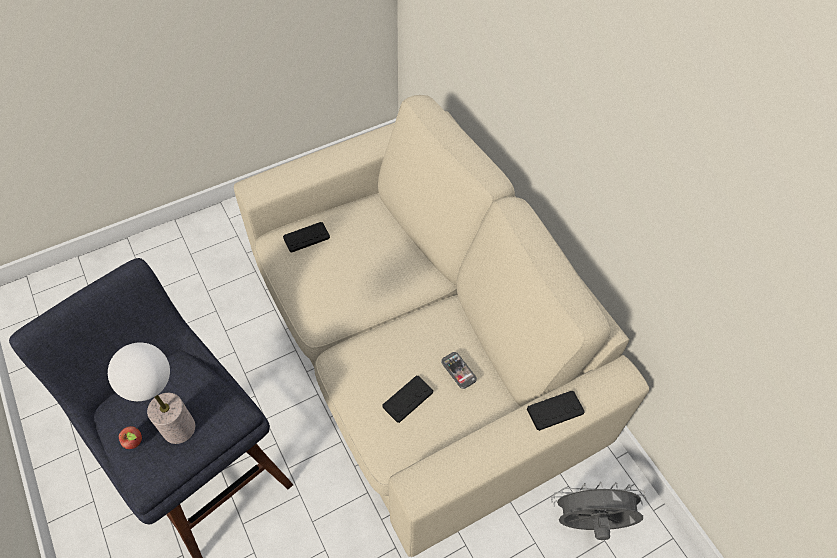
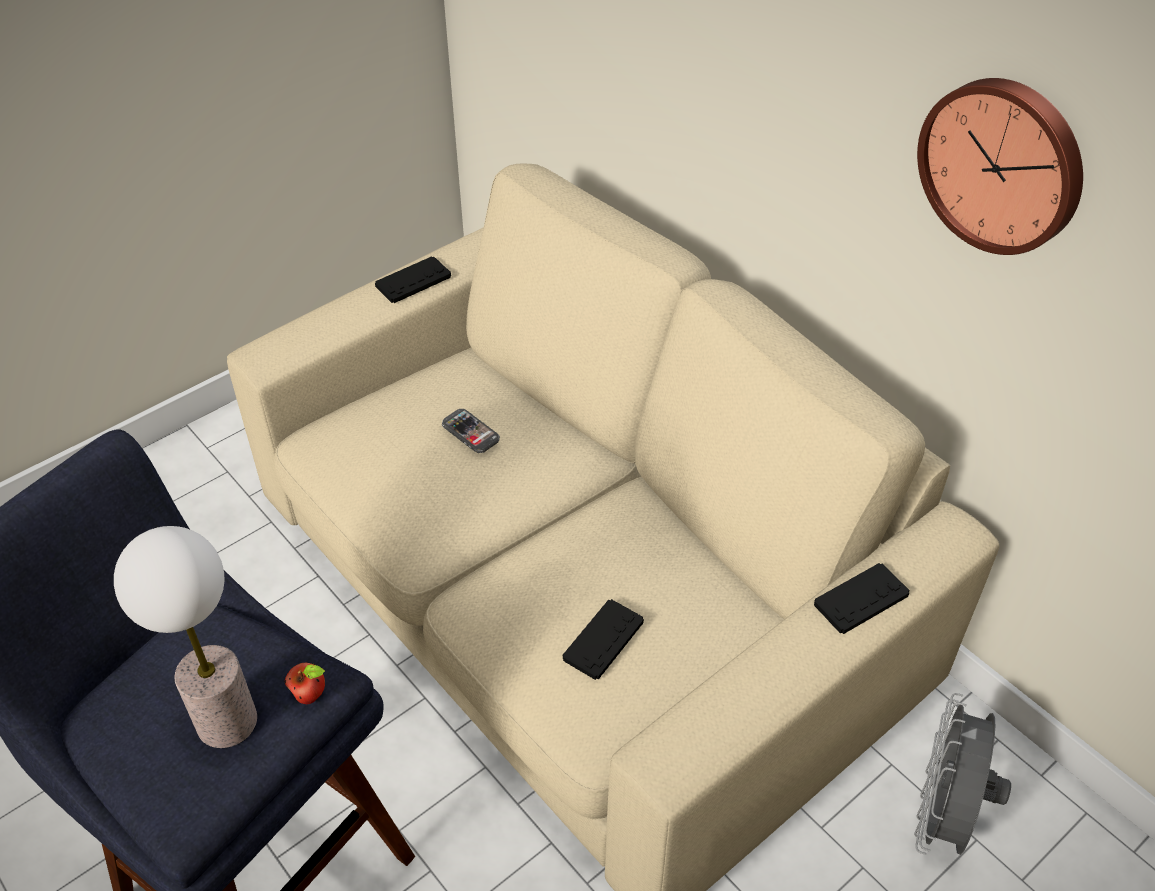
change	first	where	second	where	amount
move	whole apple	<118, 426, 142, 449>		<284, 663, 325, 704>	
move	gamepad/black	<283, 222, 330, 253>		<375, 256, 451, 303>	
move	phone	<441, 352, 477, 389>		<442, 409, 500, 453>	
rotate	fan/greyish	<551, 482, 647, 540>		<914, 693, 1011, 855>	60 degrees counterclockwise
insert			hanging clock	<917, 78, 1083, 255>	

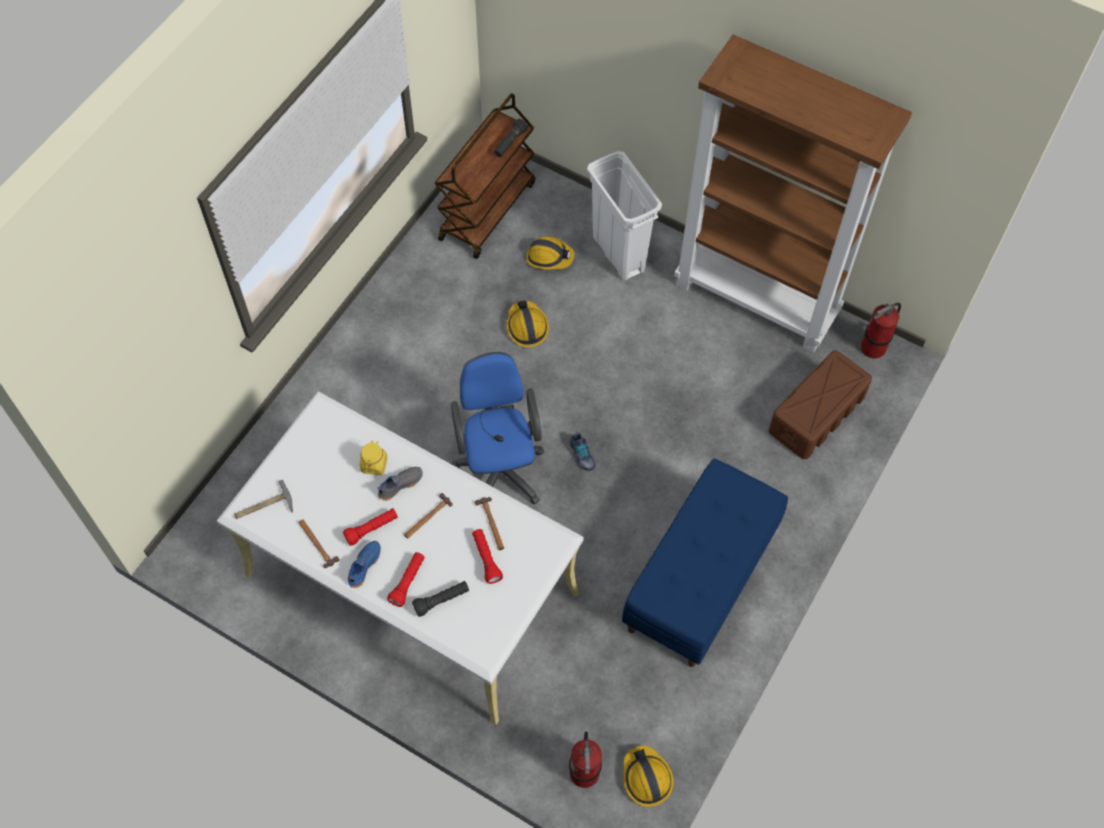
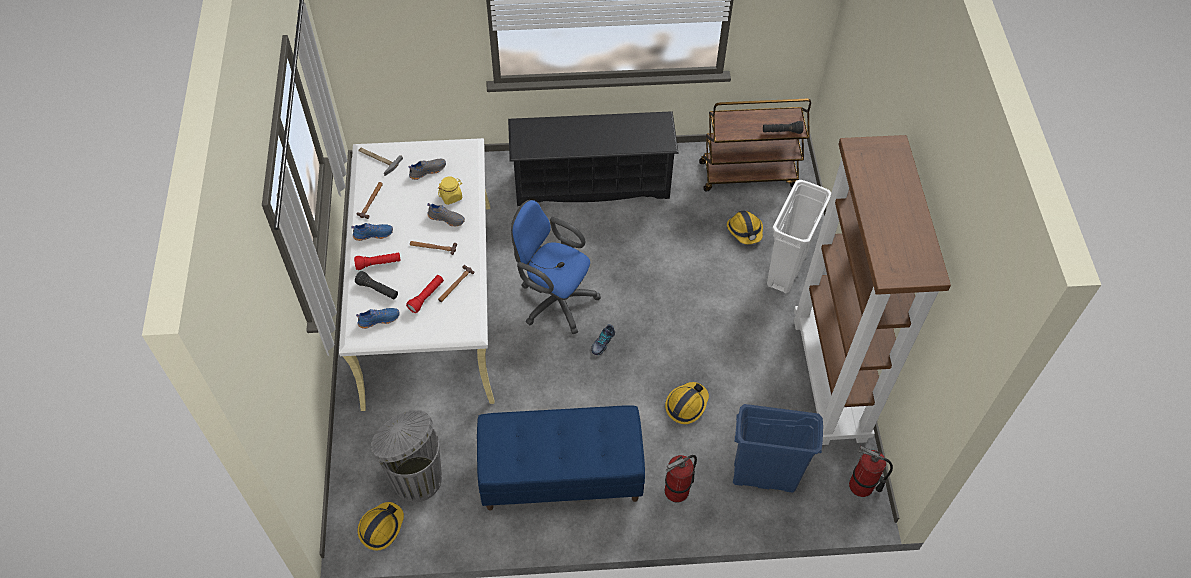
change	first	where	second	where	amount
delete	hand torch/red-coloured	<343, 508, 398, 546>			
rotate	office chair/blue	<451, 352, 544, 504>		<511, 200, 601, 334>	105 degrees counterclockwise
move	work helmet	<506, 300, 549, 347>		<665, 382, 709, 424>	
move	fire extinguisher	<569, 731, 602, 788>		<665, 455, 697, 502>	
replace	storage bin/brown	<769, 351, 872, 459>	rubbish bin/blue	<733, 404, 823, 493>	
insert			item of footwear/blue	<356, 308, 399, 329>	
insert			rubbish bin/greyish	<371, 410, 442, 502>	
insert			item of footwear/greyish	<408, 159, 446, 180>	
insert			shoe rack/black	<508, 111, 679, 206>	

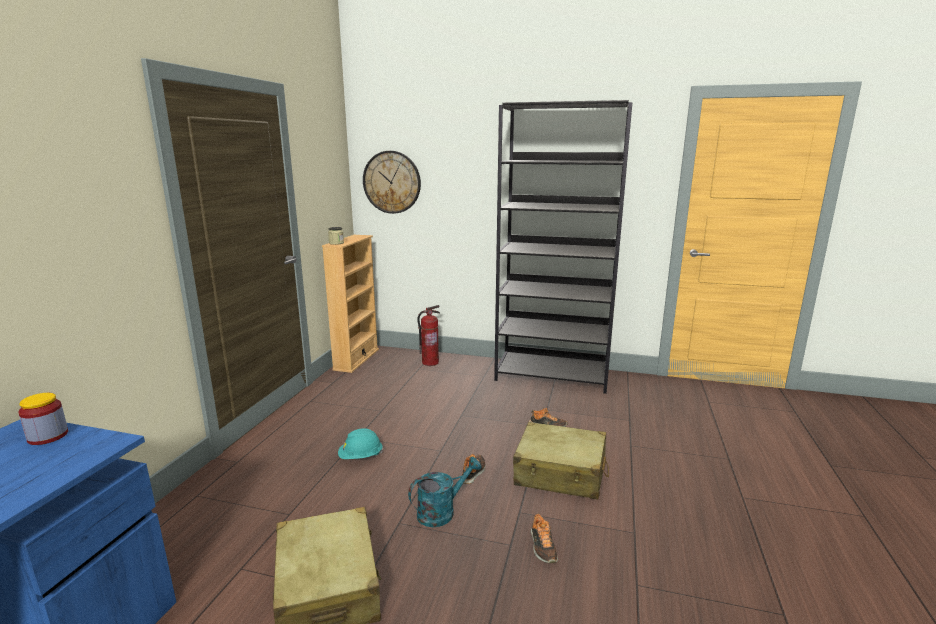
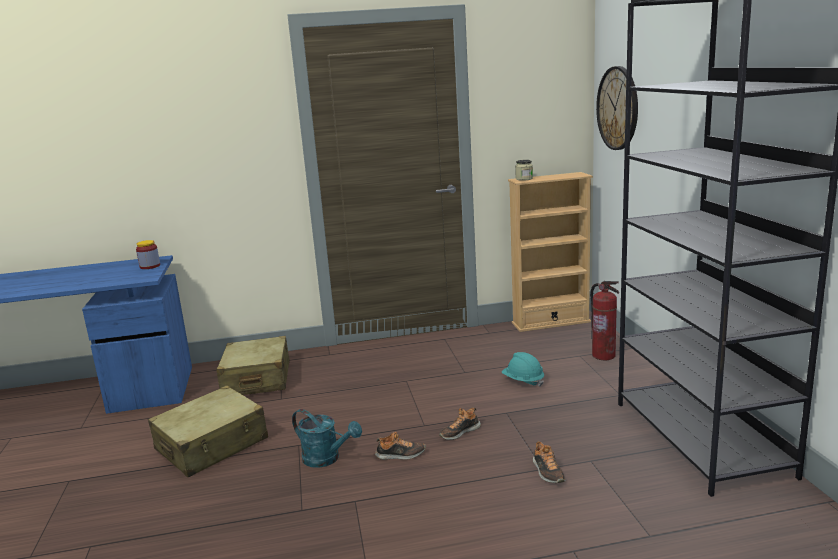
change	first	where	second	where	amount
move	work helmet/blue-green	<338, 428, 383, 459>		<502, 352, 544, 386>	
move	travel case/sand-coloured	<513, 422, 609, 500>		<216, 336, 290, 395>	
move	item of footwear	<531, 513, 558, 563>		<439, 408, 481, 440>	

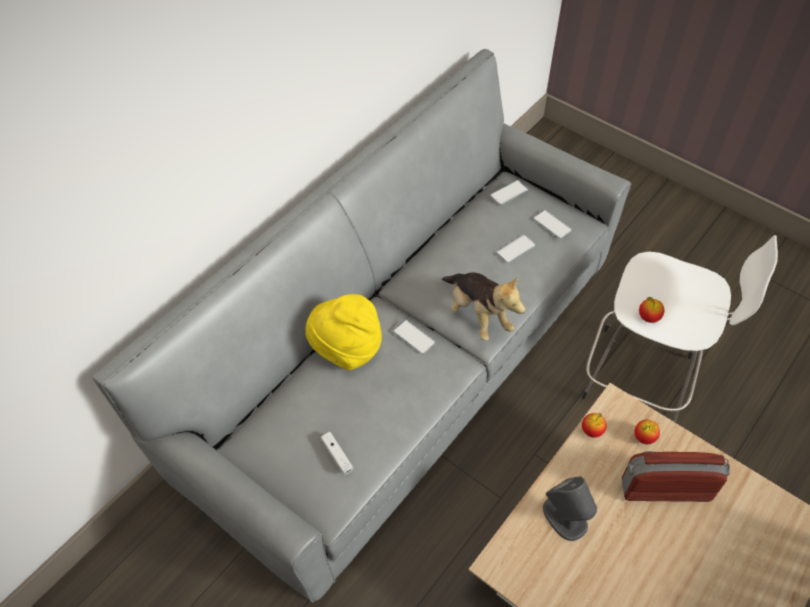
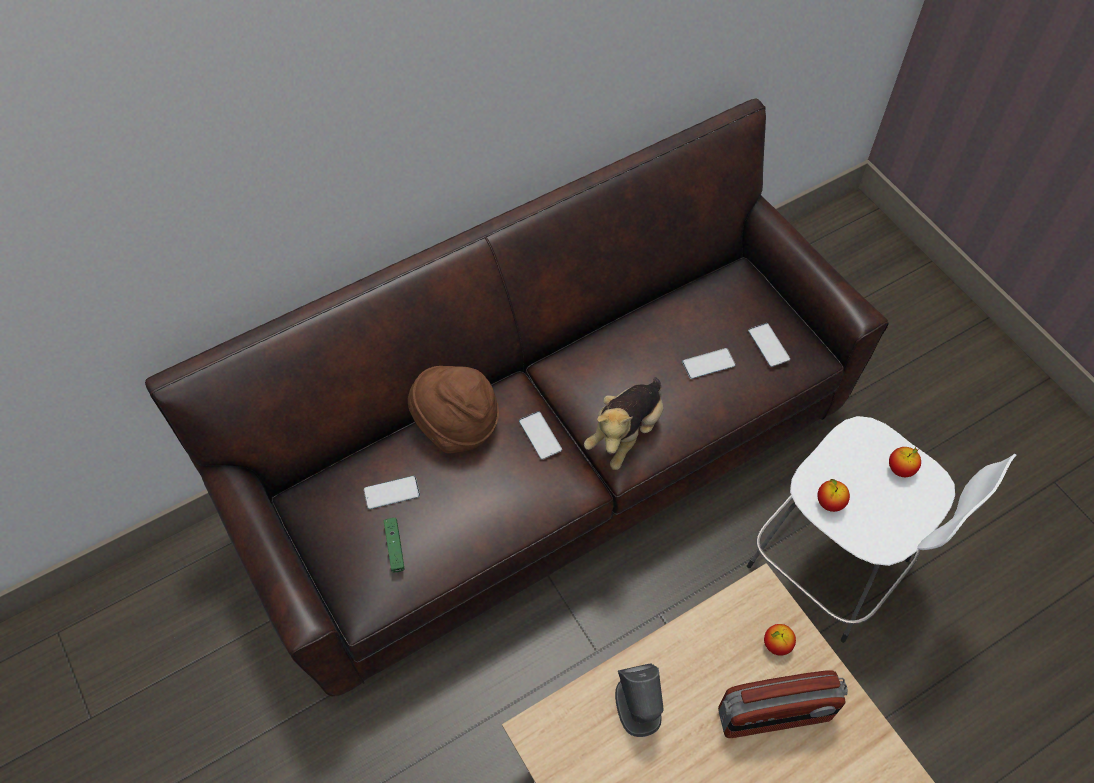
change	first	where	second	where	amount
recolor	settee/greyish	<93, 49, 631, 603>	settee/brown	<145, 98, 889, 696>	
recolor	wearable hat/yellowish	<305, 294, 382, 370>	wearable hat/brown	<408, 366, 499, 454>	
recolor	gamepad/whitish	<321, 432, 353, 475>	gamepad/greenish	<384, 518, 405, 572>	
rotate	plush toy	<442, 272, 525, 341>		<584, 378, 663, 470>	45 degrees clockwise
move	phone	<491, 180, 529, 205>		<364, 476, 420, 509>	
move	whole apple	<582, 413, 607, 438>		<889, 447, 921, 477>	
rotate	radio	<622, 451, 730, 502>		<718, 671, 848, 738>	150 degrees clockwise

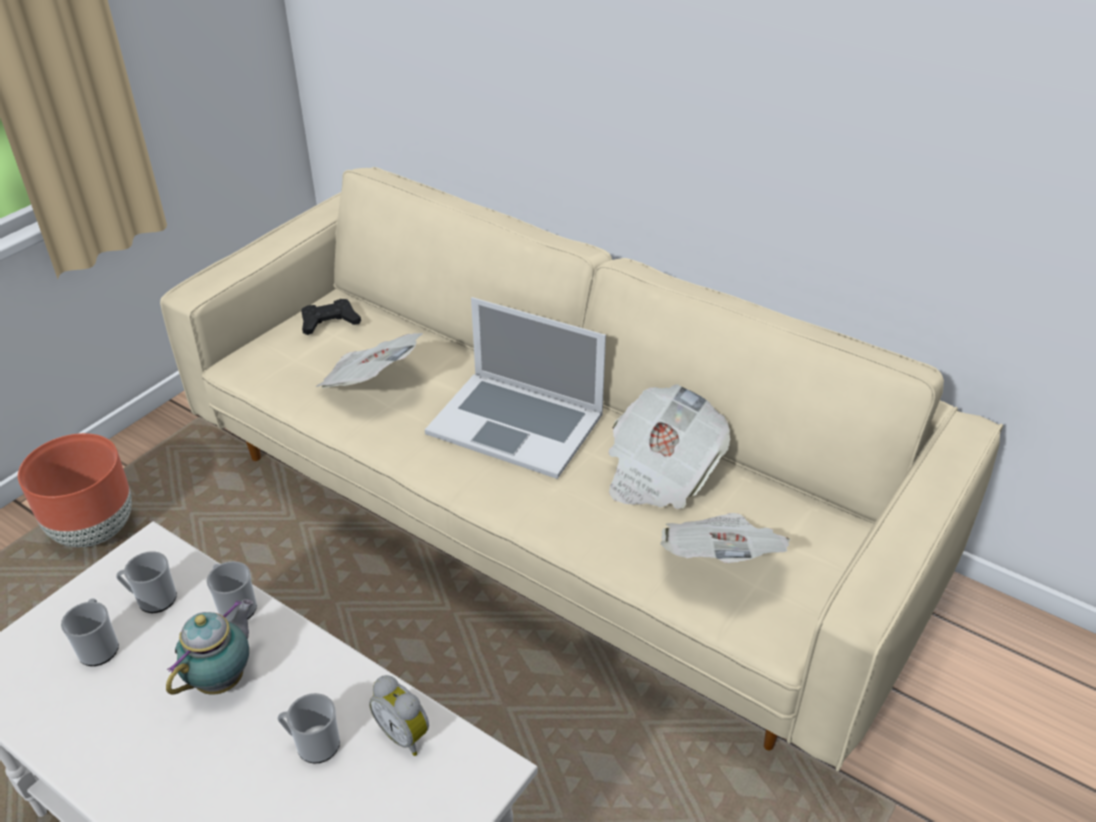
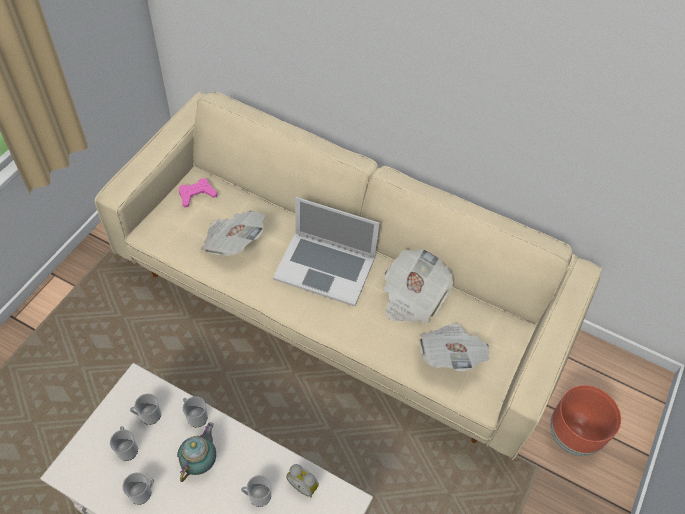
change	first	where	second	where	amount
move	plant pot/brown	<18, 433, 132, 547>		<550, 385, 621, 456>	
recolor	gamepad/black	<301, 299, 361, 335>	gamepad/pink-coloured	<179, 178, 217, 208>	
insert			mug	<122, 473, 154, 505>	

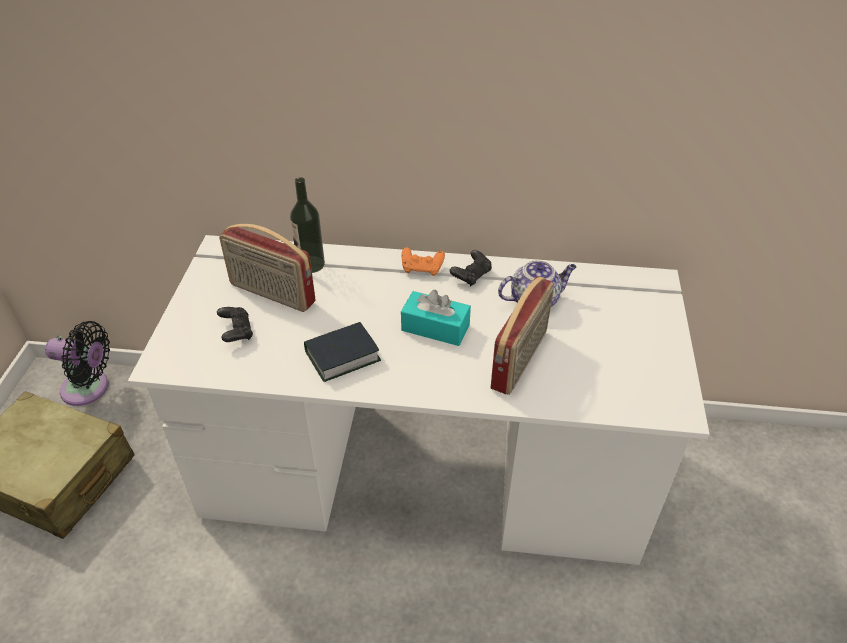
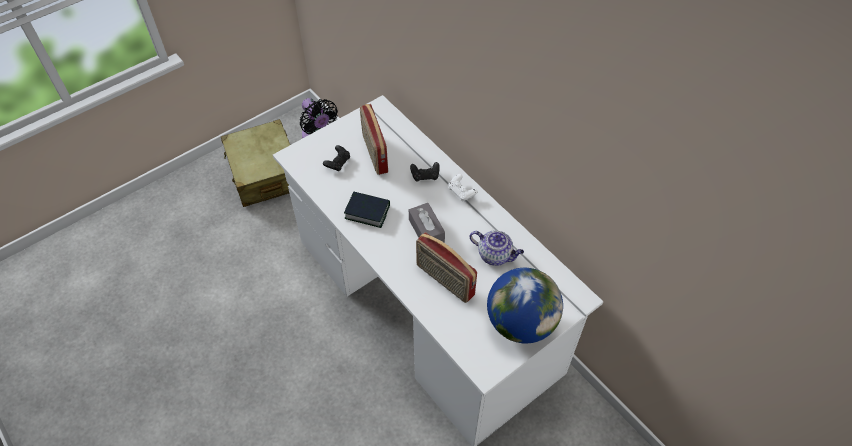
change	first	where	second	where	amount
delete	beverage bottle	<290, 177, 325, 273>			
recolor	gamepad/orangey	<401, 247, 445, 276>	gamepad/whitish	<448, 174, 478, 201>	
recolor	tissue holder/blue-green	<401, 290, 471, 346>	tissue holder/greyish	<409, 203, 445, 242>	
move	gamepad/black	<450, 250, 492, 286>		<410, 162, 440, 181>	
rotate	radio	<491, 276, 554, 395>		<416, 232, 477, 303>	60 degrees clockwise
insert			globe	<487, 268, 563, 344>	

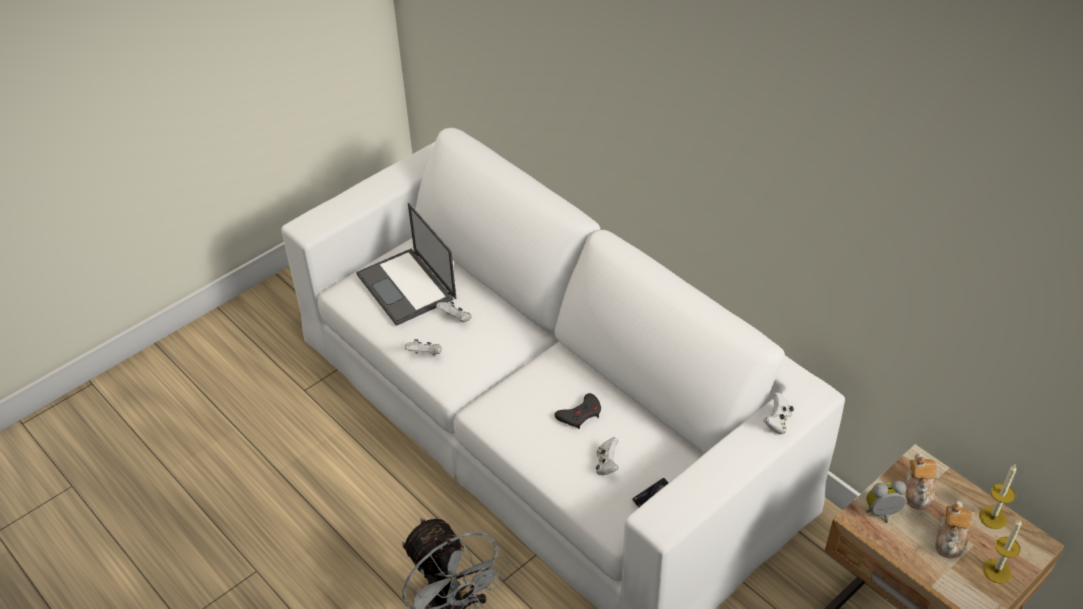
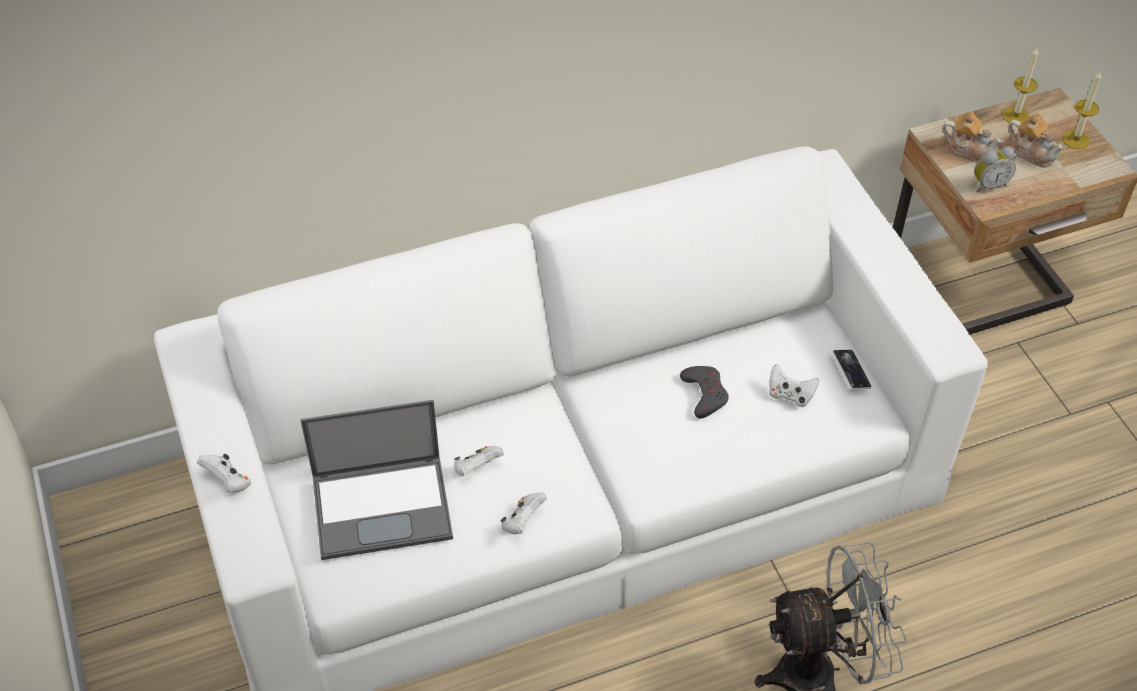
change	first	where	second	where	amount
move	gamepad/whitish	<764, 392, 794, 434>		<197, 454, 251, 493>	
rotate	table clock	<866, 480, 907, 523>		<974, 146, 1016, 193>	120 degrees counterclockwise

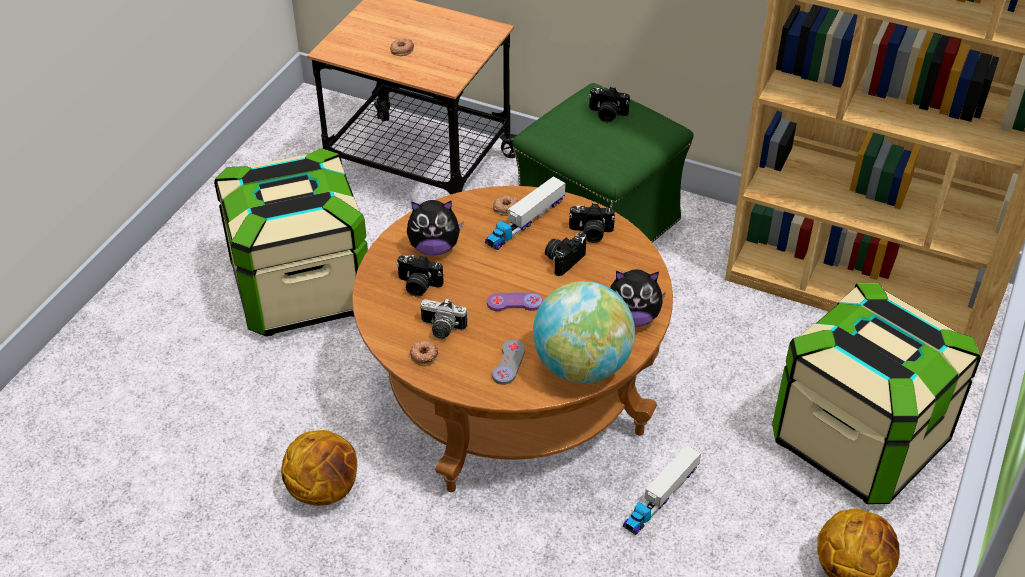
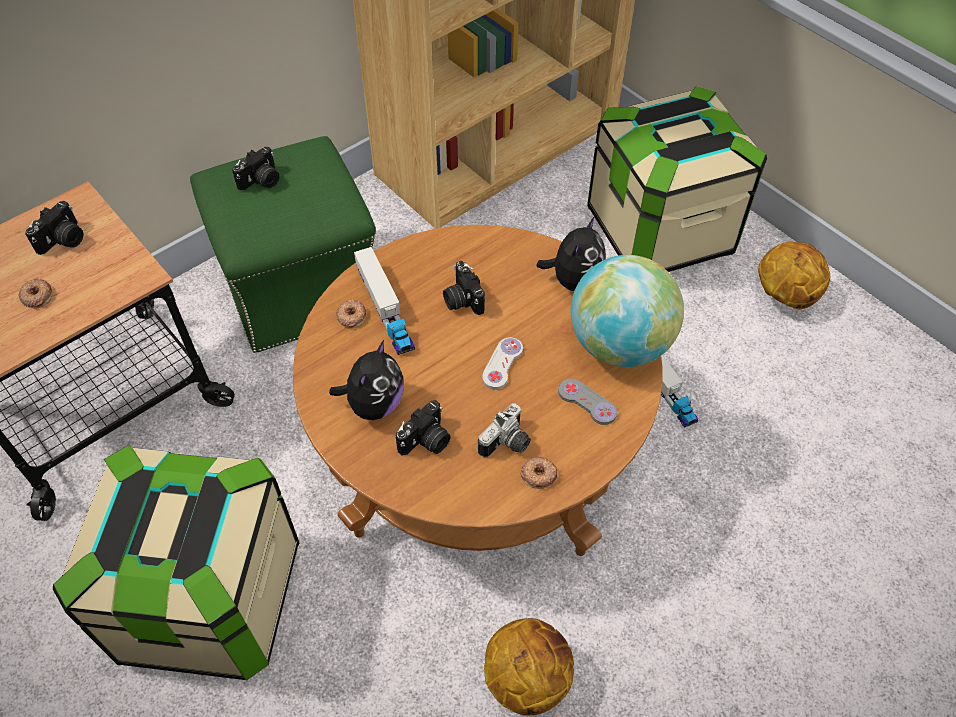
change	first	where	second	where	amount
recolor	gamepad/purple-coloured	<487, 292, 543, 311>	gamepad/whitish	<482, 337, 523, 390>	
move	still camera	<569, 203, 615, 243>		<25, 201, 83, 255>	

